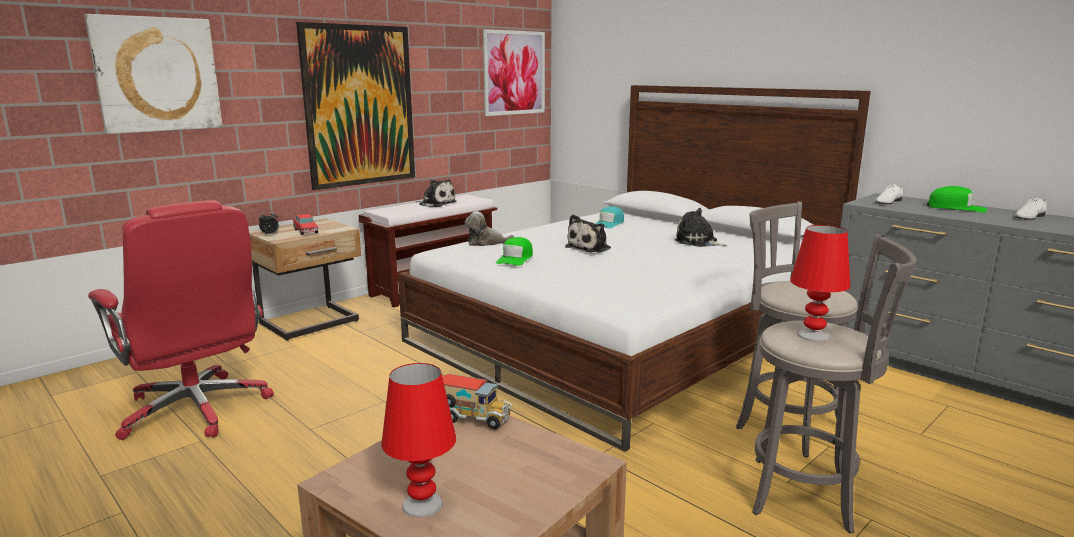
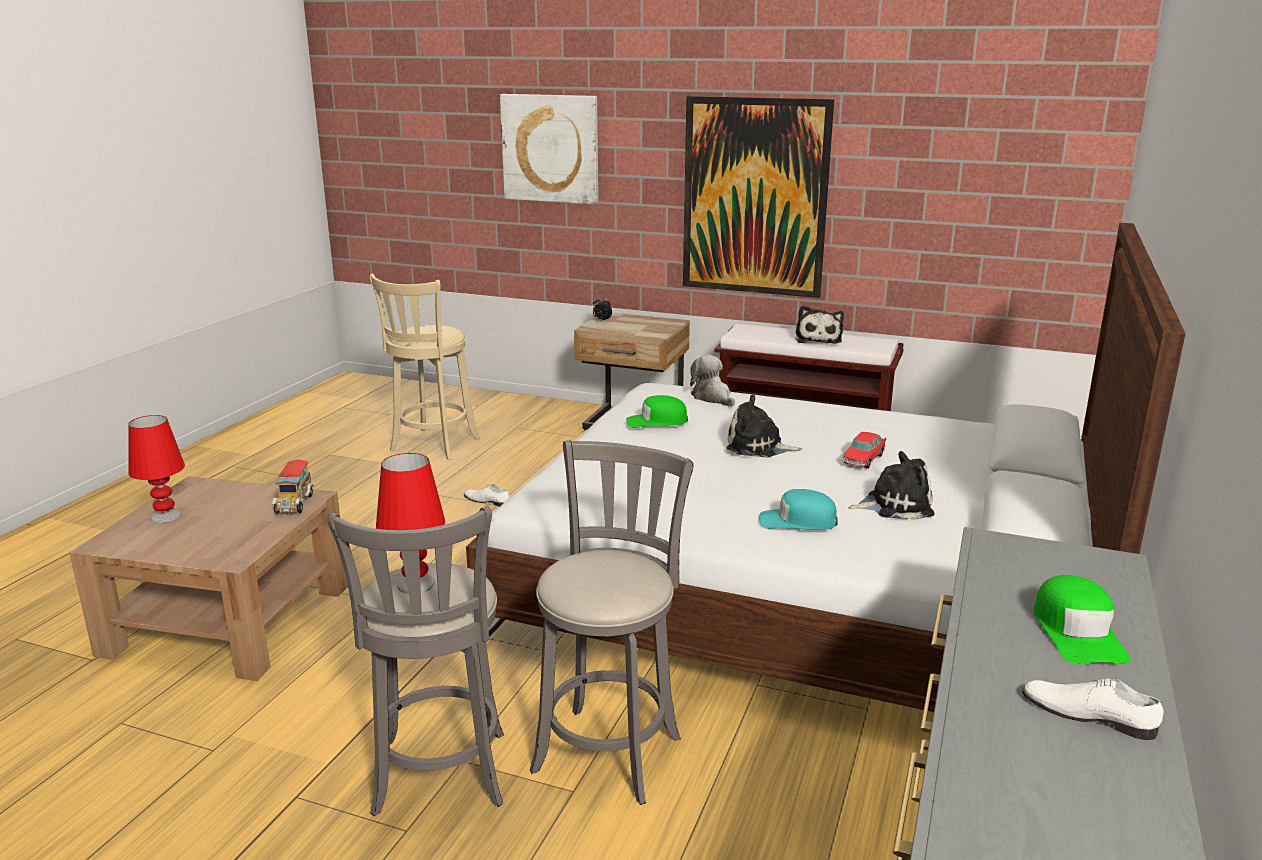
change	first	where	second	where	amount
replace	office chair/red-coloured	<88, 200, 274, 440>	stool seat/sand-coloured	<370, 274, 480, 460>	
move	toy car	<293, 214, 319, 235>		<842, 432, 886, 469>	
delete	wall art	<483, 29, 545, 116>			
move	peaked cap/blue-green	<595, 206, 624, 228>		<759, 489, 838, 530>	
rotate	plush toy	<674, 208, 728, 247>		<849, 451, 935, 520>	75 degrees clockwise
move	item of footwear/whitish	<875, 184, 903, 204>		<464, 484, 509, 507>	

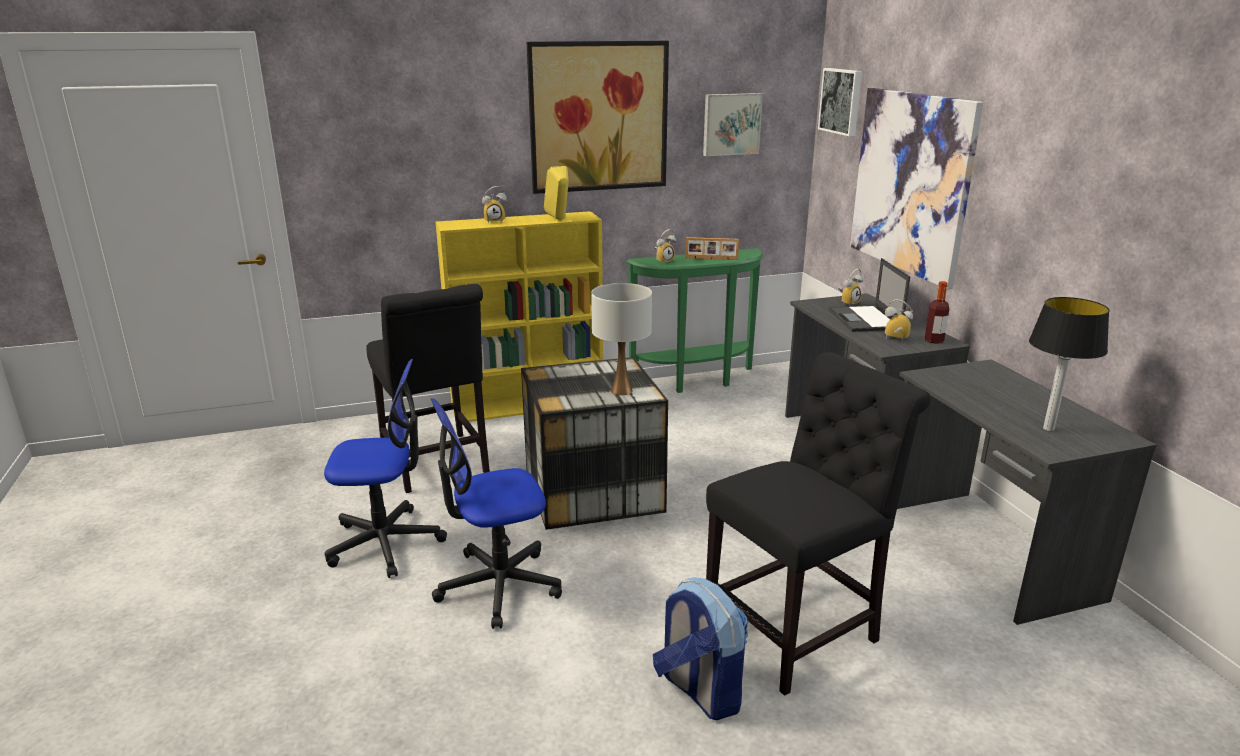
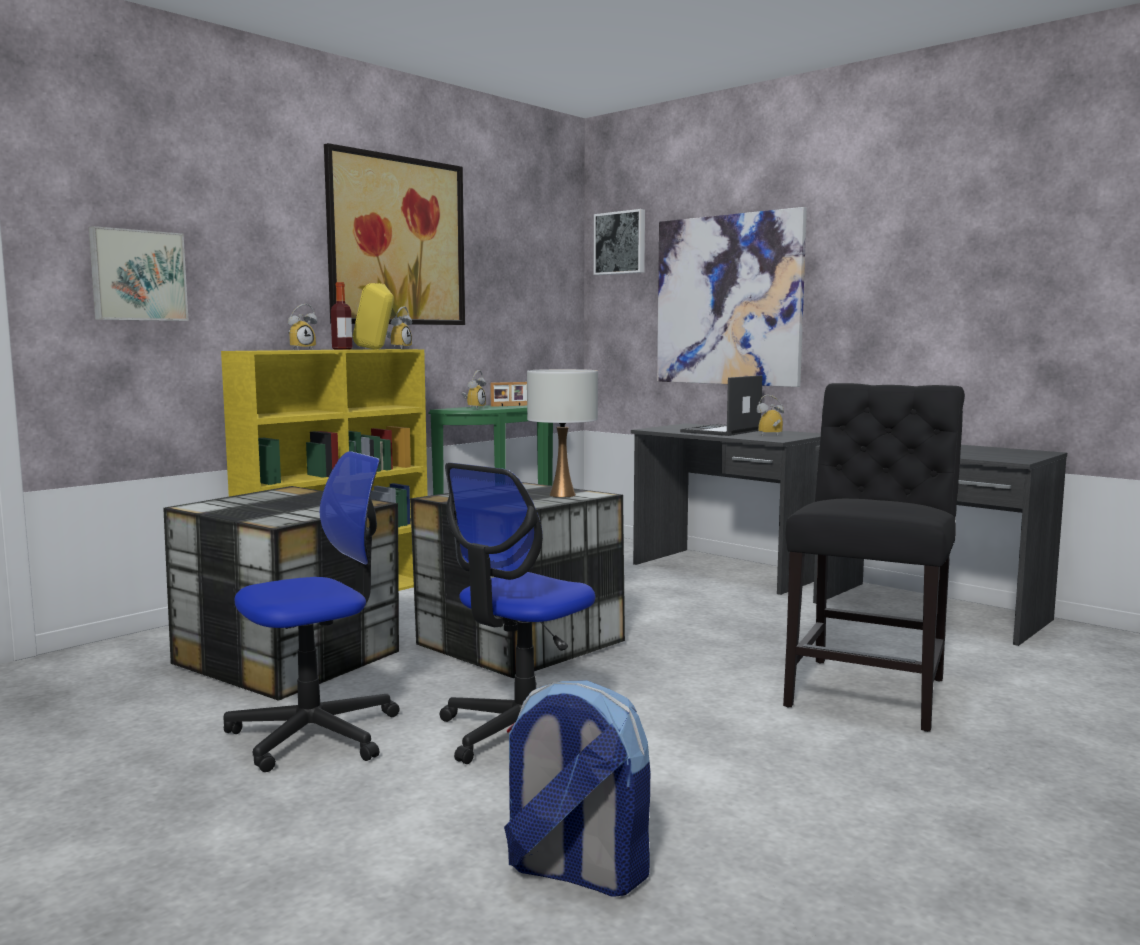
change	first	where	second	where	amount
replace	upright chair/black	<366, 284, 490, 493>	storage bin	<163, 486, 399, 701>	
move	knapsack	<653, 577, 748, 720>		<504, 680, 650, 897>	
move	wall art	<703, 93, 763, 156>		<89, 226, 189, 321>	
rotate	portable computer	<828, 258, 910, 332>		<680, 375, 763, 436>	75 degrees clockwise
move	table clock	<838, 269, 864, 306>		<386, 307, 412, 349>	
move	beverage bottle	<925, 281, 949, 344>		<331, 282, 352, 350>	
delete	table lamp	<1029, 297, 1110, 431>			

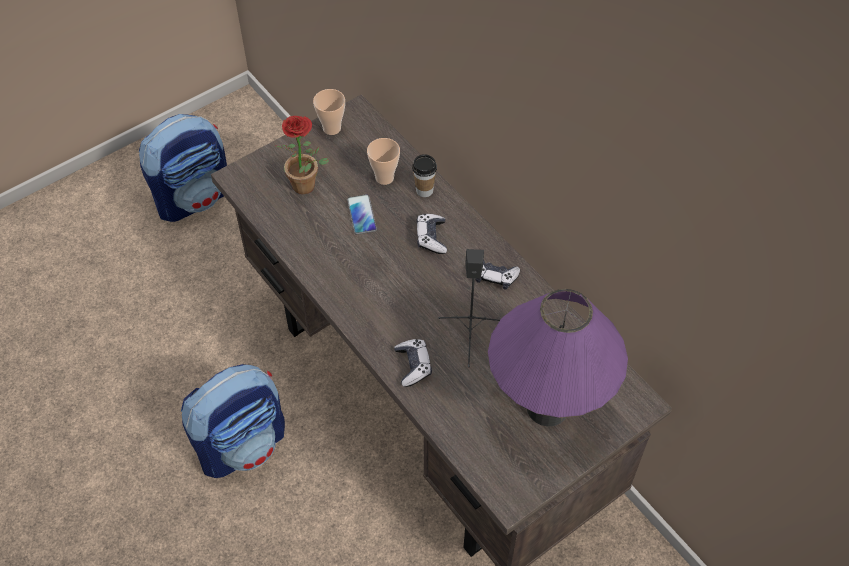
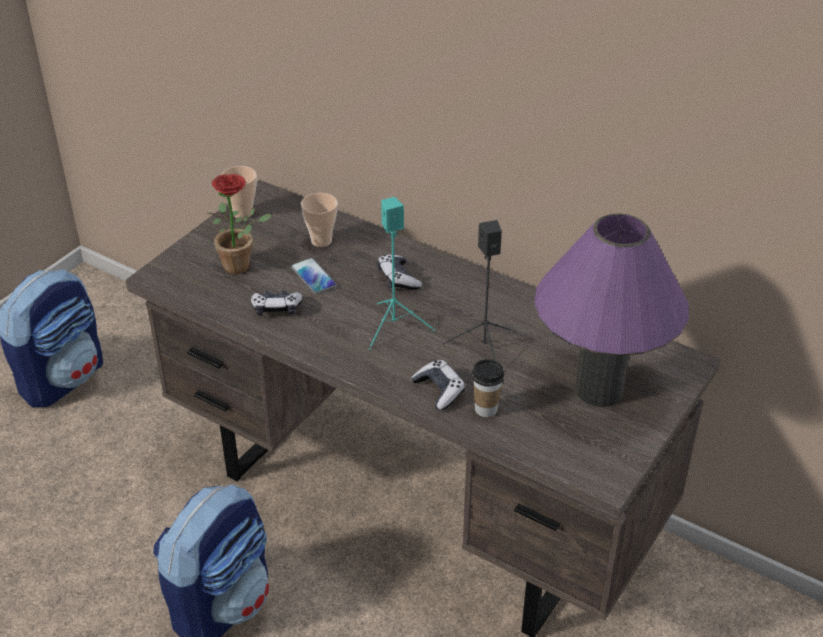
change	first	where	second	where	amount
move	drinking cup	<412, 154, 437, 197>		<472, 359, 504, 417>	
move	gamepad	<475, 260, 520, 289>		<251, 291, 303, 316>	
insert			speaker/blue-green	<369, 197, 435, 350>	

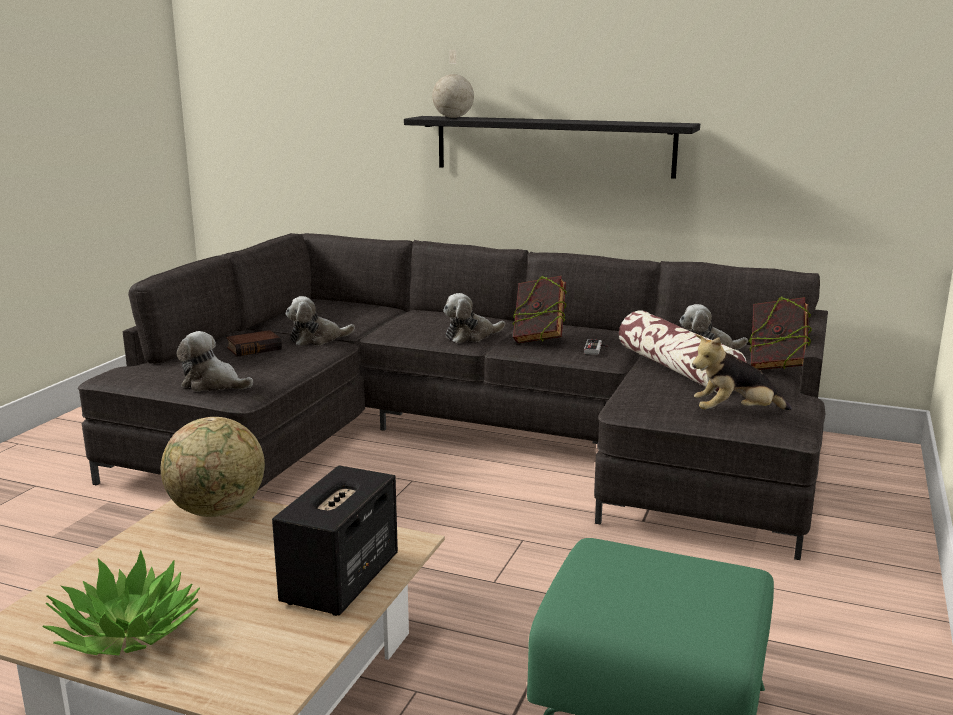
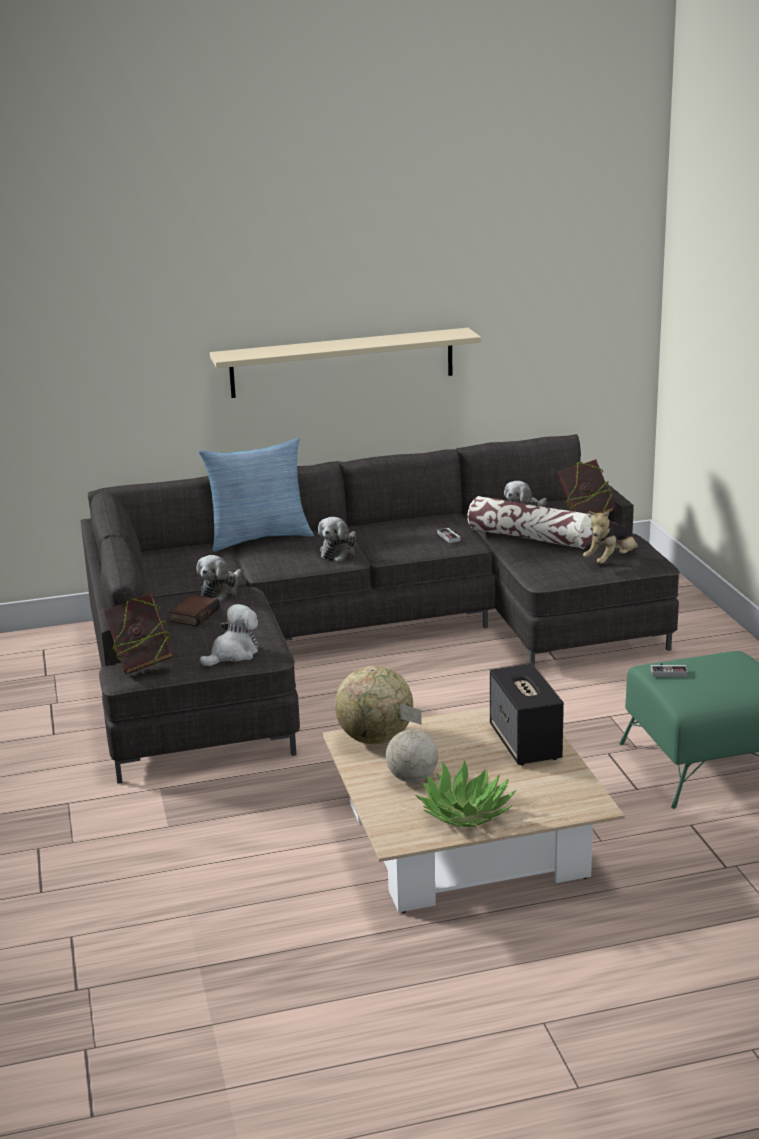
change	first	where	second	where	amount
rotate	plush toy	<177, 331, 253, 392>		<200, 604, 258, 666>	150 degrees clockwise
recolor	wall shelf/black	<404, 116, 700, 179>	wall shelf/sand-coloured	<210, 328, 481, 398>	
move	globe	<432, 50, 474, 118>		<386, 704, 438, 783>	
move	book	<513, 275, 567, 343>		<104, 594, 173, 674>	
insert			cushion	<199, 438, 314, 552>	
insert			gamepad	<651, 663, 688, 677>	

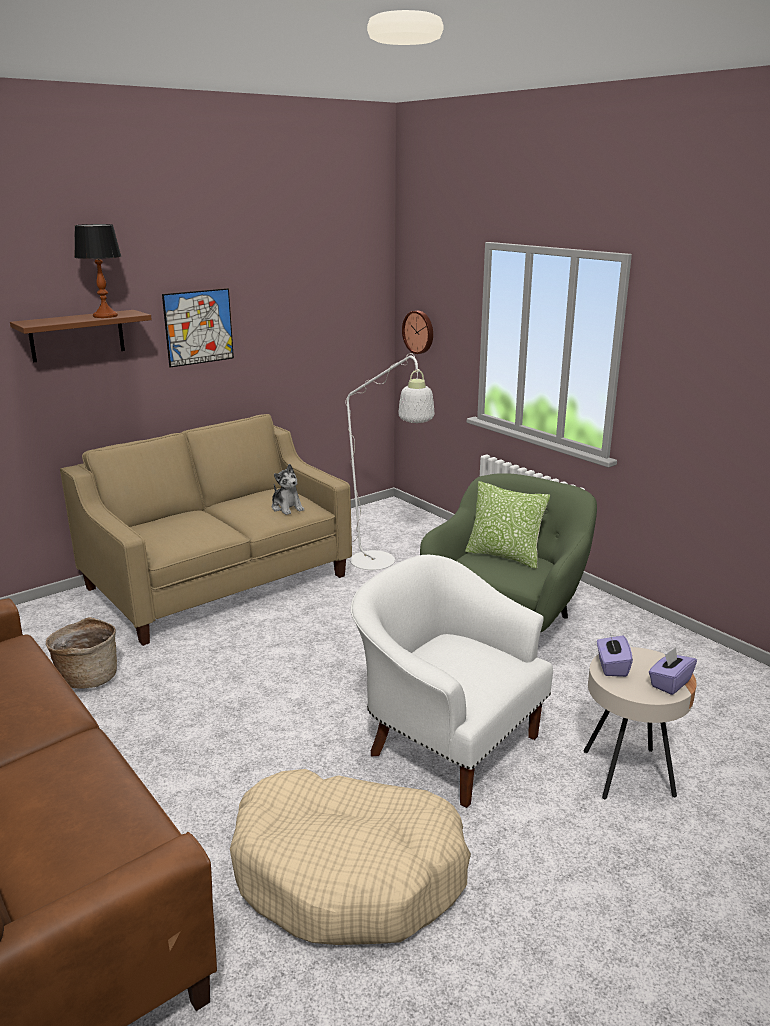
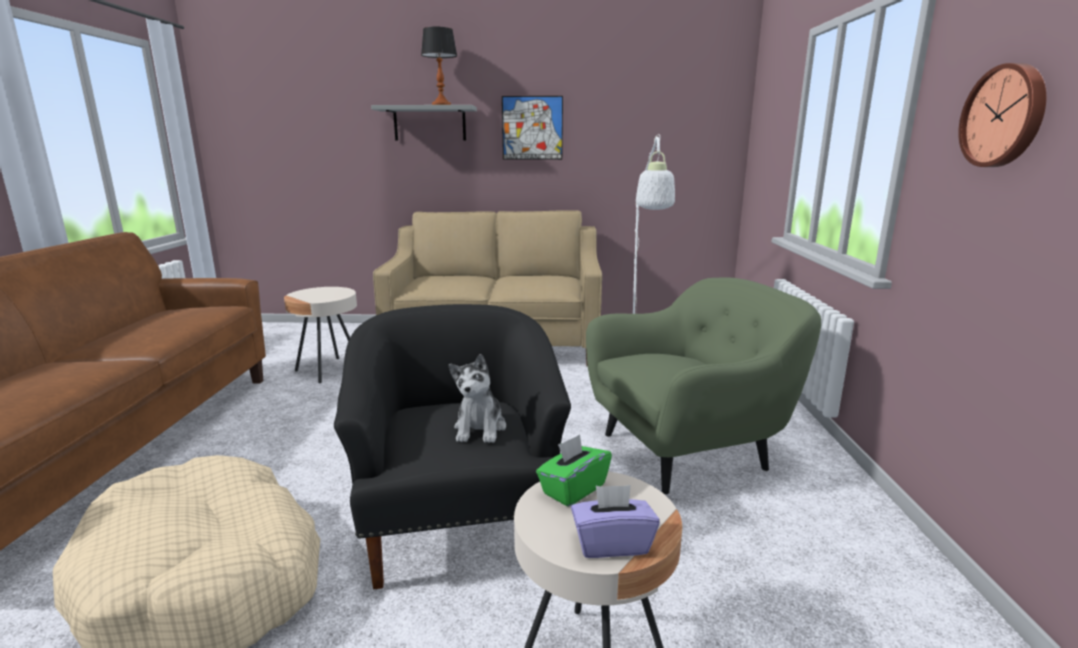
change	first	where	second	where	amount
recolor	wall shelf/brown	<10, 310, 152, 362>	wall shelf/greyish	<371, 105, 477, 140>	
replace	storage basket	<46, 617, 117, 689>	side table/sand-coloured	<284, 287, 357, 383>	
move	plush toy	<272, 464, 304, 515>		<449, 354, 506, 443>	
recolor	easy chair/whitish	<351, 555, 553, 808>	easy chair/black	<334, 304, 571, 590>	
move	hanging clock	<402, 311, 433, 354>		<958, 63, 1046, 167>	
delete	cushion	<465, 481, 550, 569>			
recolor	tissue holder/purple-coloured	<597, 633, 633, 677>	tissue holder/greenish	<536, 434, 612, 507>	

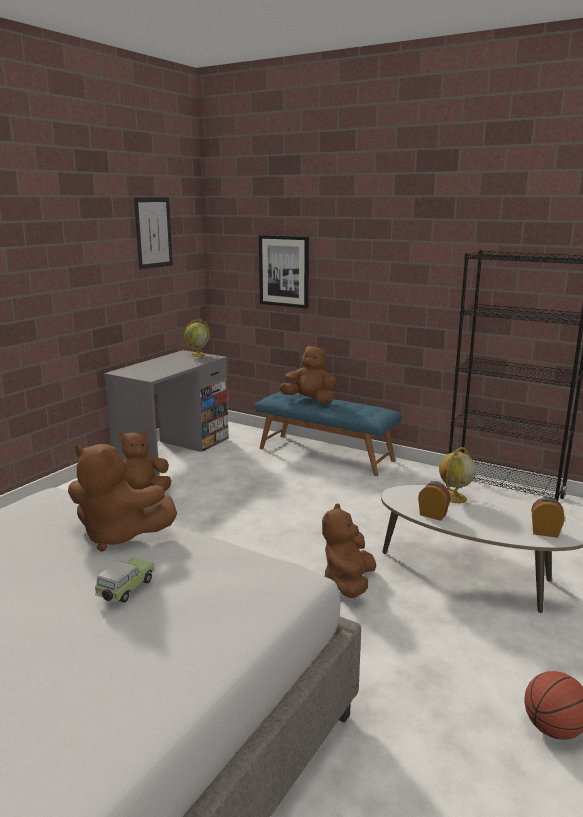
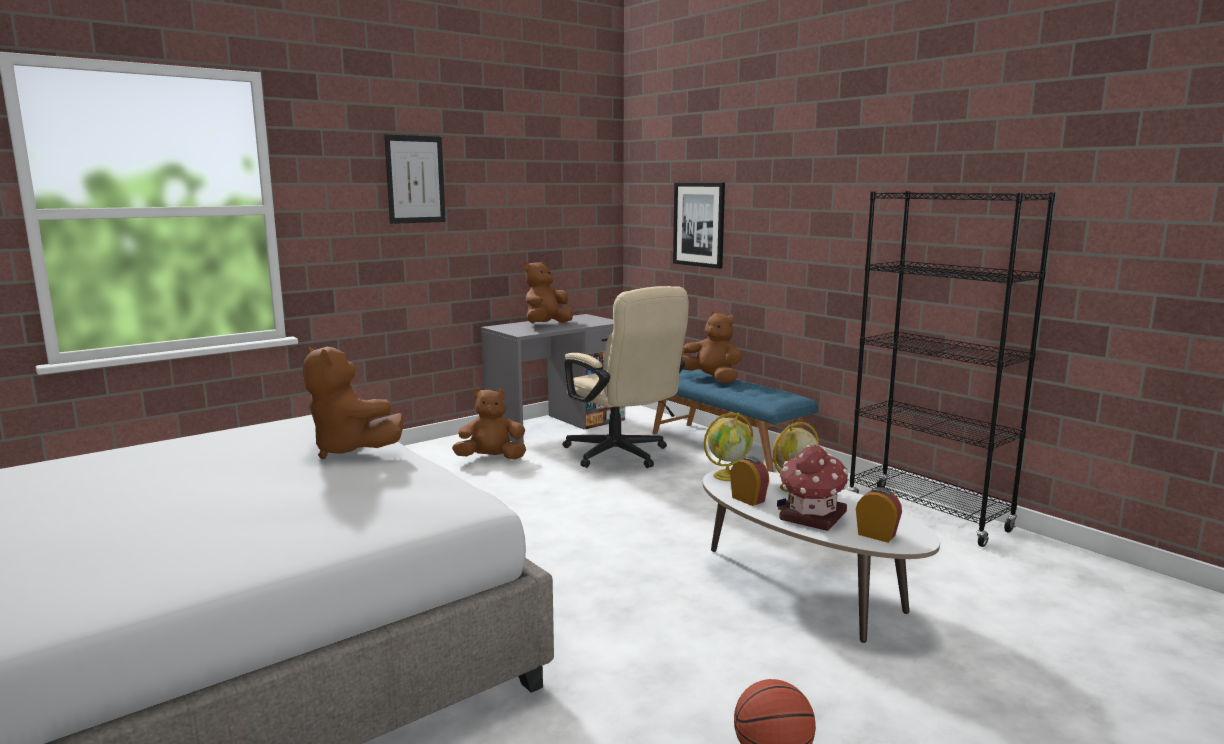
change	first	where	second	where	amount
delete	toy car	<94, 558, 155, 603>			
move	wall art	<134, 197, 173, 269>		<384, 135, 446, 224>	
move	globe	<184, 319, 210, 357>		<704, 413, 753, 481>	
move	plush toy/brown	<322, 503, 376, 598>		<524, 262, 573, 323>	
insert			office chair/sand-coloured	<563, 286, 689, 468>	
insert			model house	<777, 445, 849, 531>	

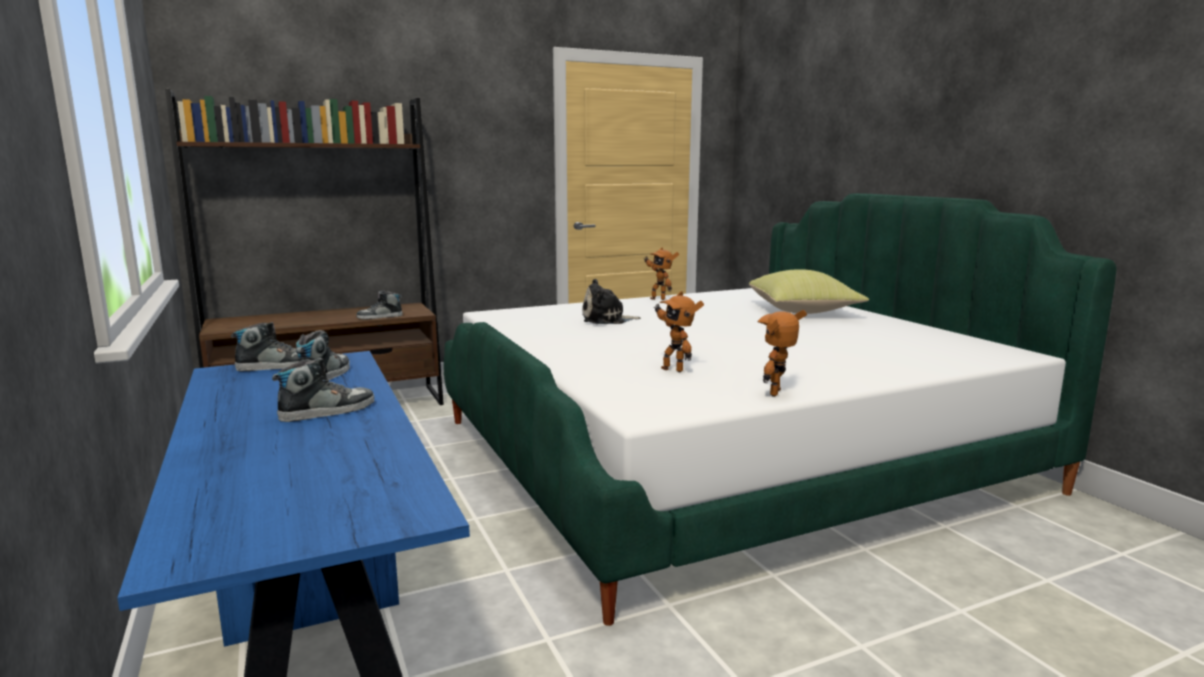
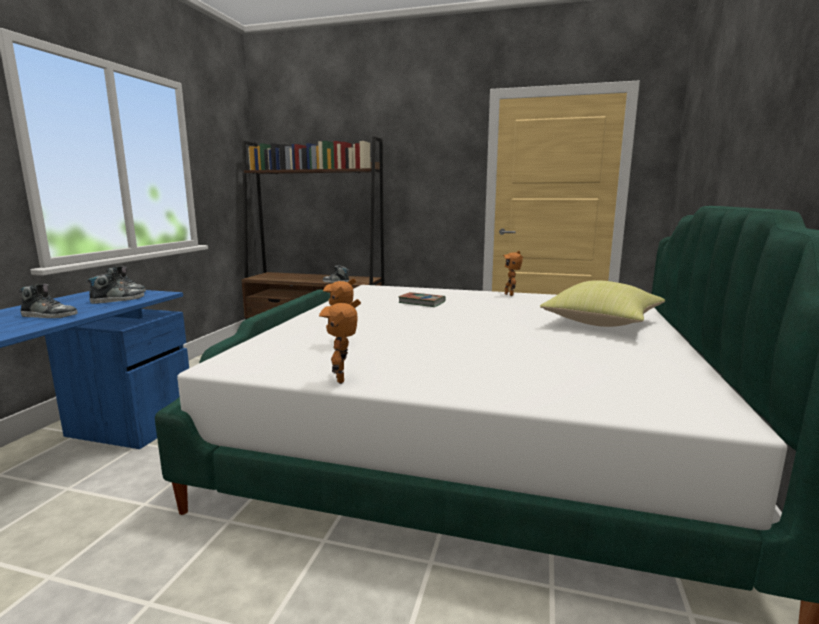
change	first	where	second	where	amount
replace	plush toy	<582, 279, 641, 324>	book	<398, 292, 446, 307>	
rotate	toy robot	<757, 310, 807, 397>		<319, 299, 361, 384>	75 degrees counterclockwise

